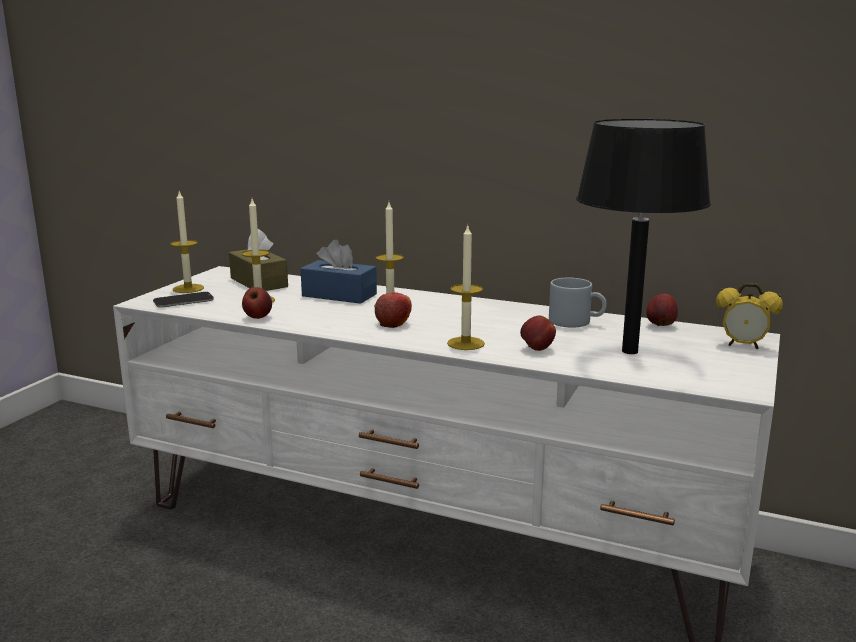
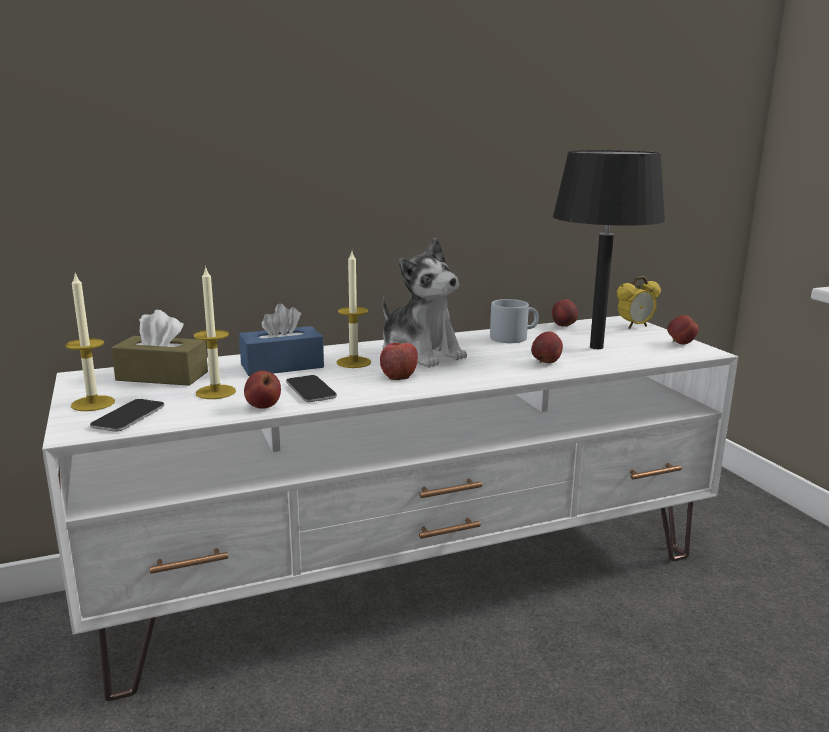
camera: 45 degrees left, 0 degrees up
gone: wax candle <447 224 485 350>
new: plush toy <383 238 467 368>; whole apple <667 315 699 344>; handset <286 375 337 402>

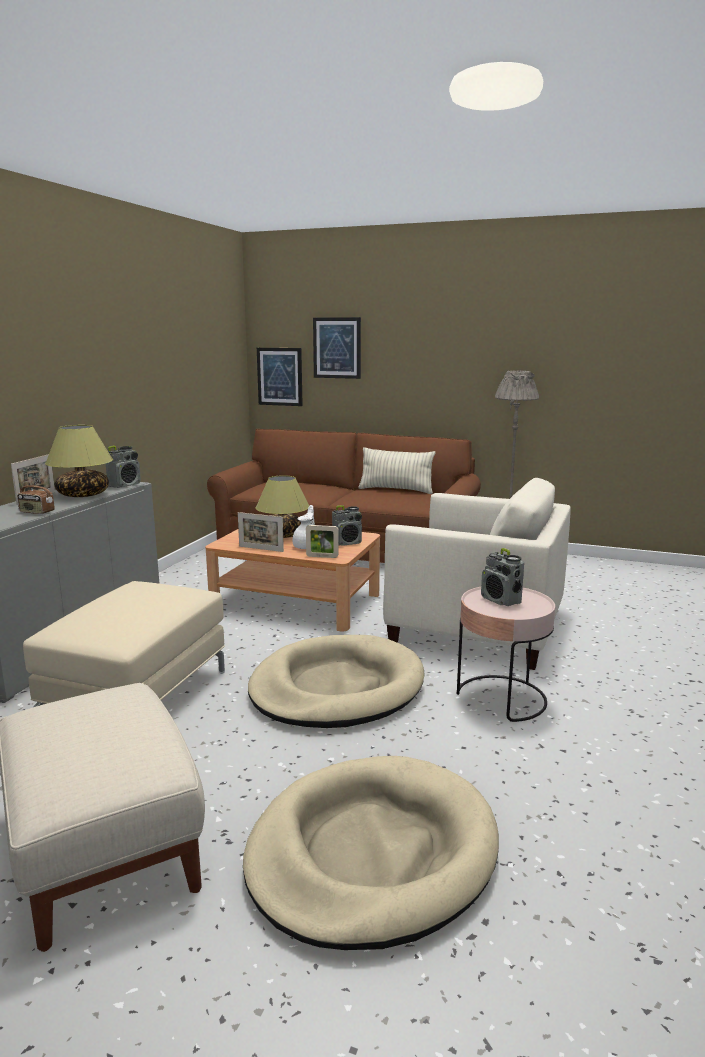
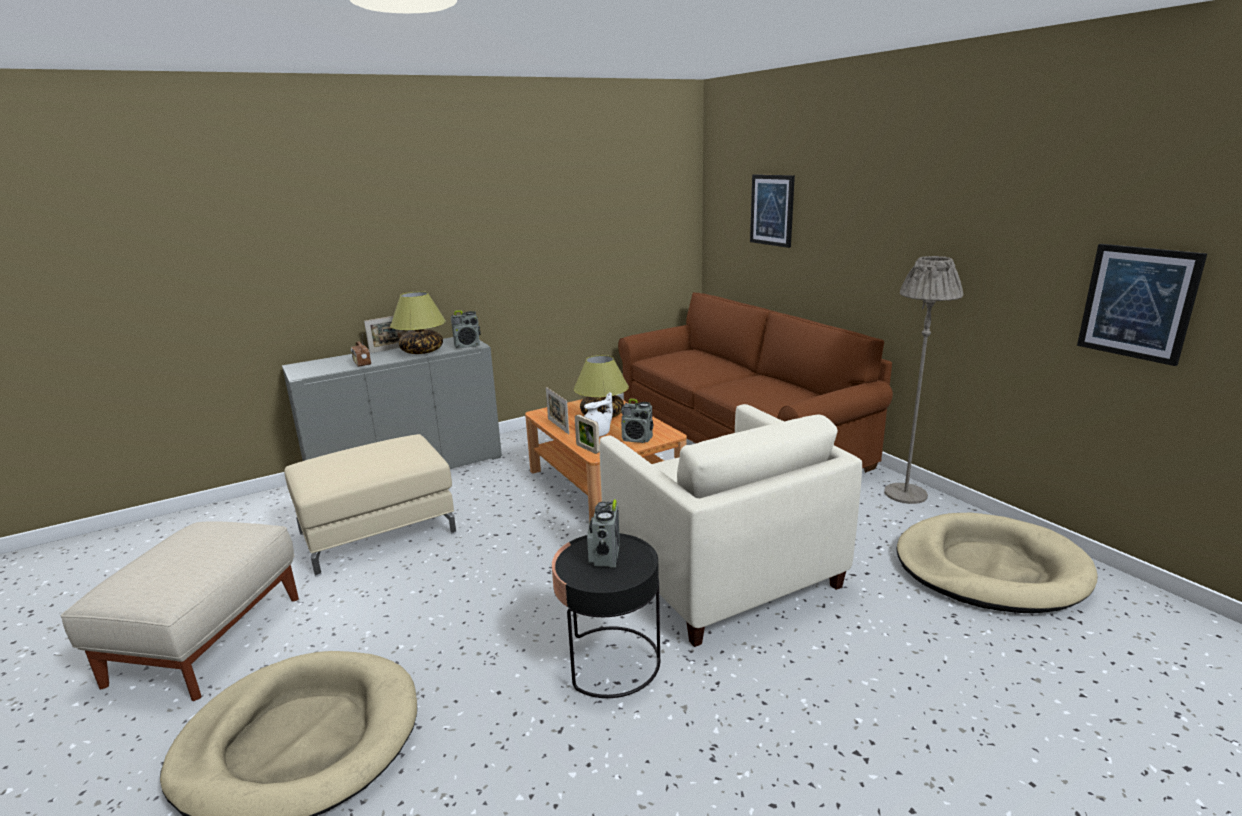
camera: 40 degrees right, 5 degrees up
gone: cushion <358 447 436 494>
shifted: wall art <257 348 303 406> to <1077 244 1207 366>; beige dog bed <248 635 425 728> to <896 513 1098 614>
repainted: pink accent table <457 587 555 722> to black-coloured accent table <552 533 660 698>

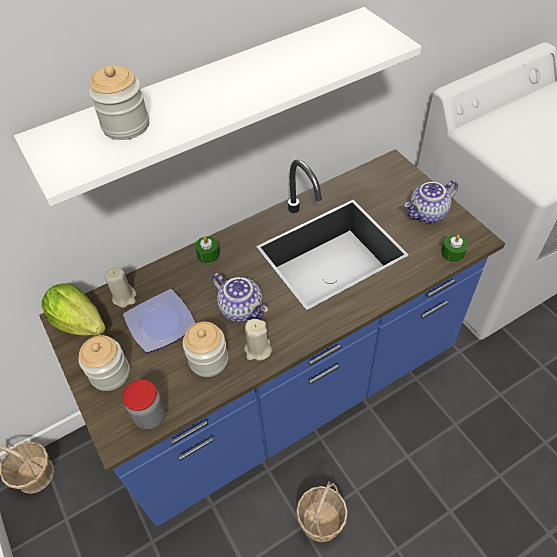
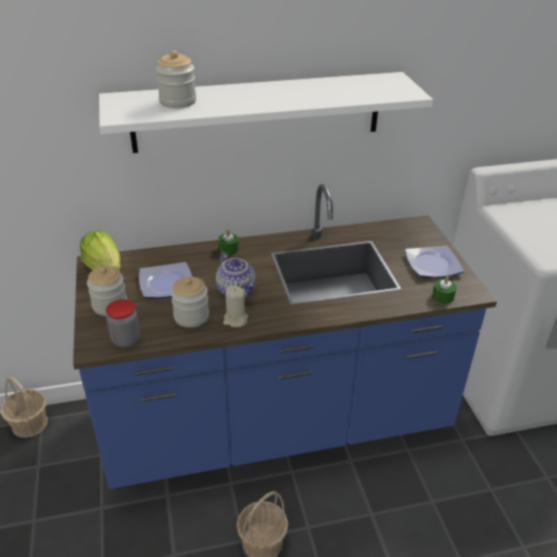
camera: 15 degrees right, 15 degrees down
gone: beige wax candle <105 266 136 308>
swapped: teapot <404 180 458 223> to dinner plate <405 245 464 278>

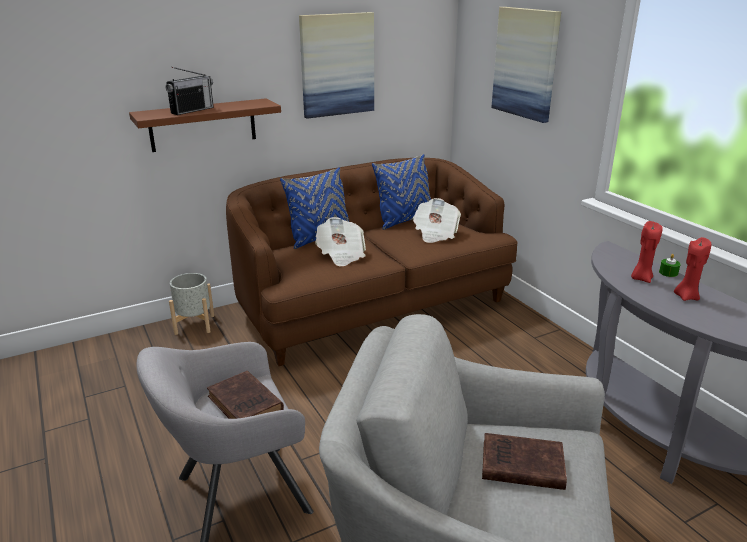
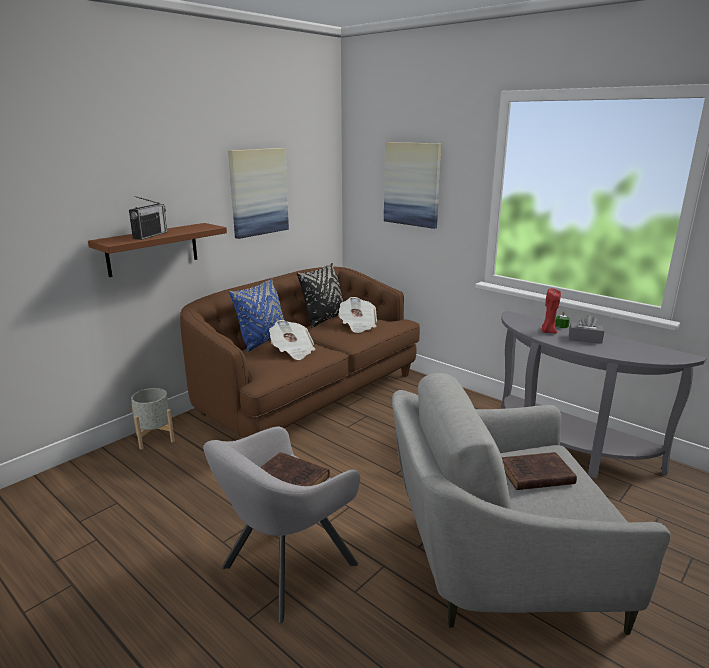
camera: 20 degrees left, 5 degrees down
swapped: red-coloured wax candle <674 237 712 301> to grey box of tissues <569 315 604 344>
repainted: blue cushion <372 154 431 230> to black-coloured cushion <297 263 343 328>

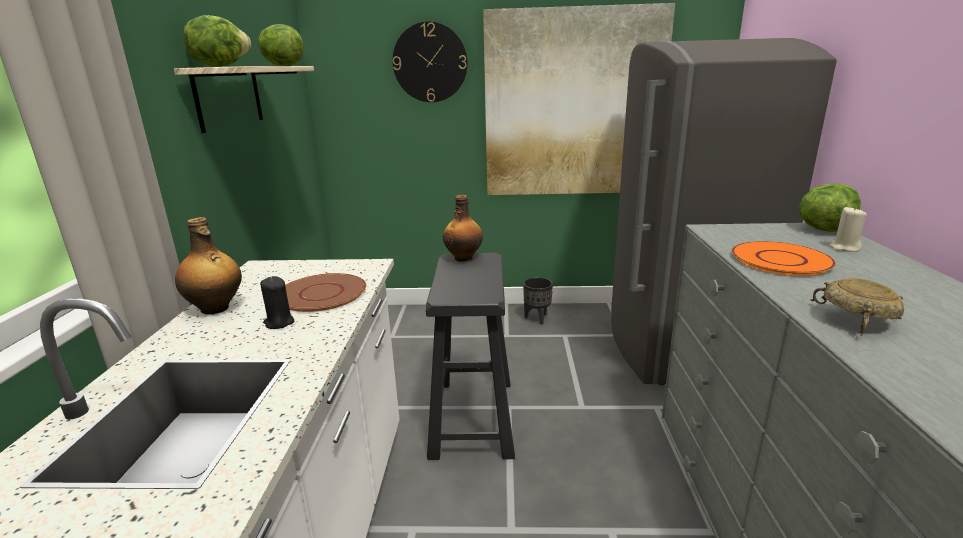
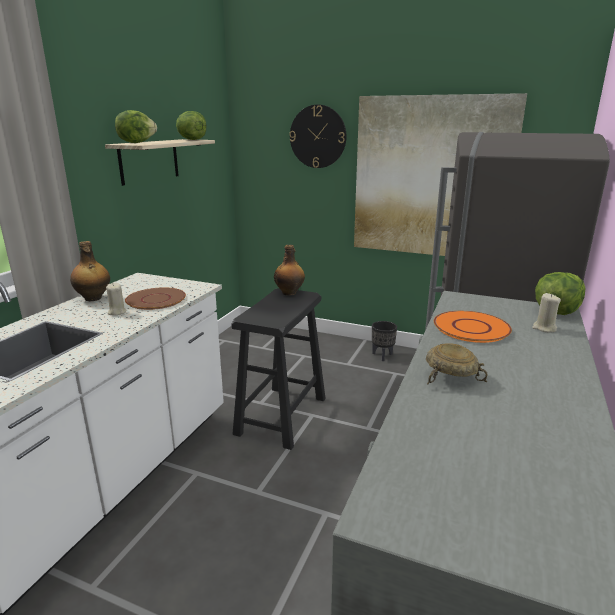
camera: 20 degrees right, 0 degrees up
repainted: black-coloured wax candle <260 276 294 329> to beige wax candle <106 283 126 315>

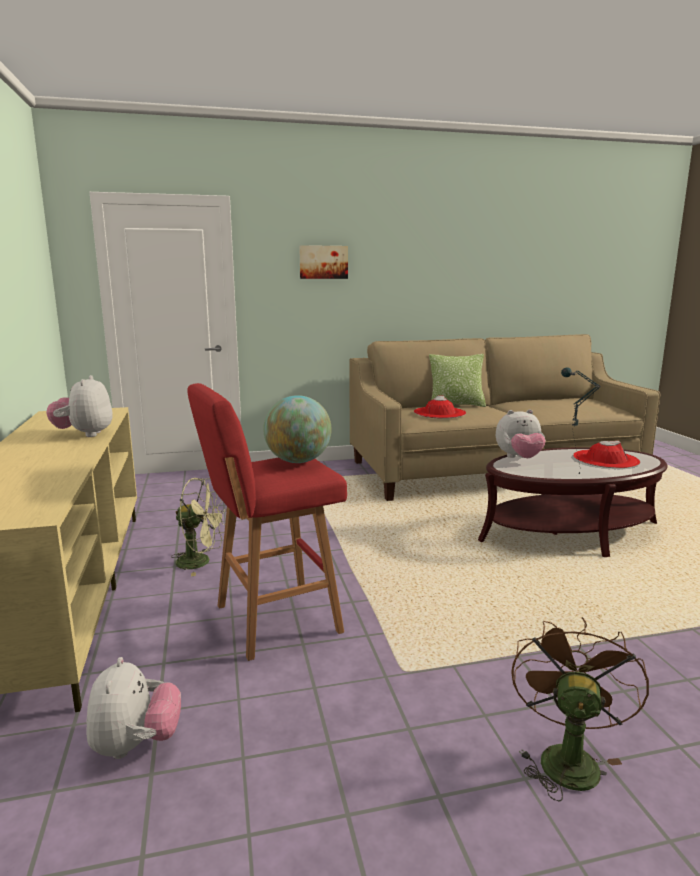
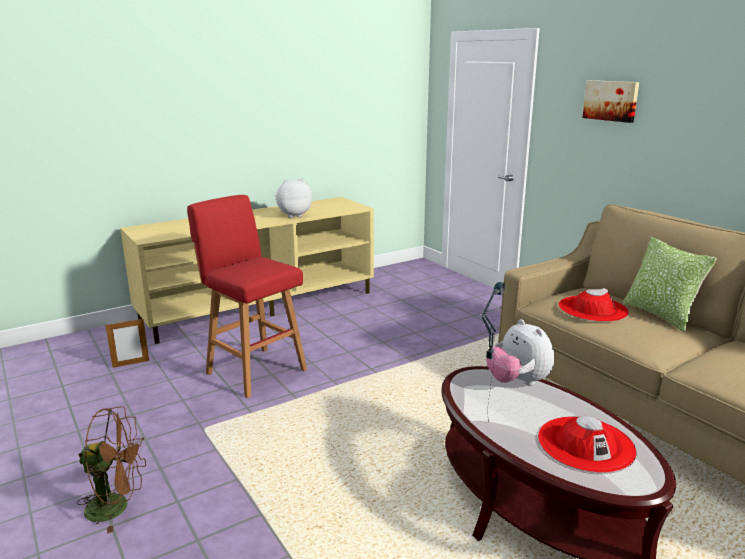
camera: 70 degrees right, 5 degrees up
gone: desk globe <263 395 332 463>; green-coloured fan <171 478 227 577>
swapped: plush toy <86 657 181 759> to photo frame <106 318 149 368>

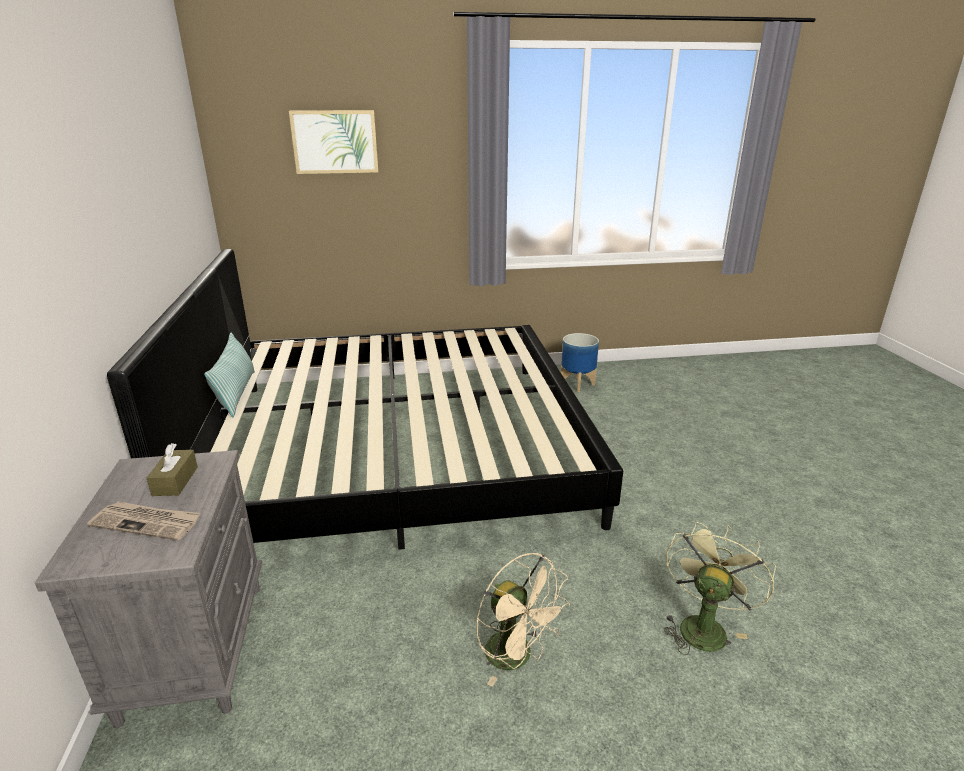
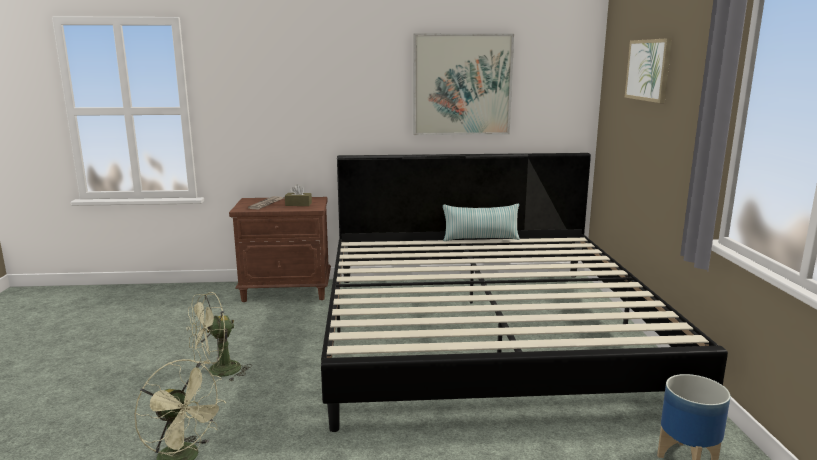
camera: 95 degrees right, 10 degrees down
new: wall art <413 34 514 135>
repainted: grey night table <35 450 263 728> to brown night table <229 197 331 302>; beige fan <476 553 570 687> to green-coloured fan <186 292 252 382>

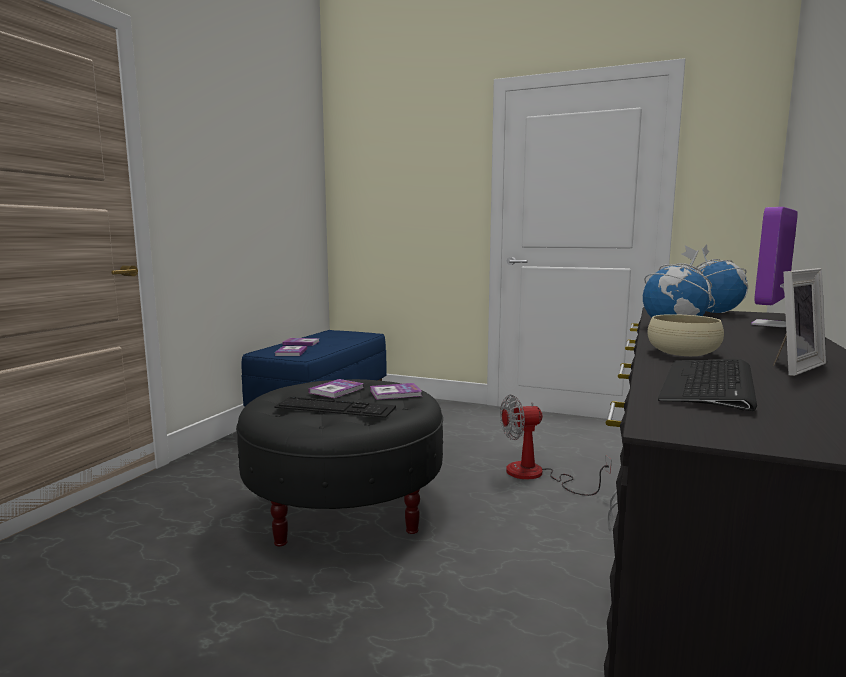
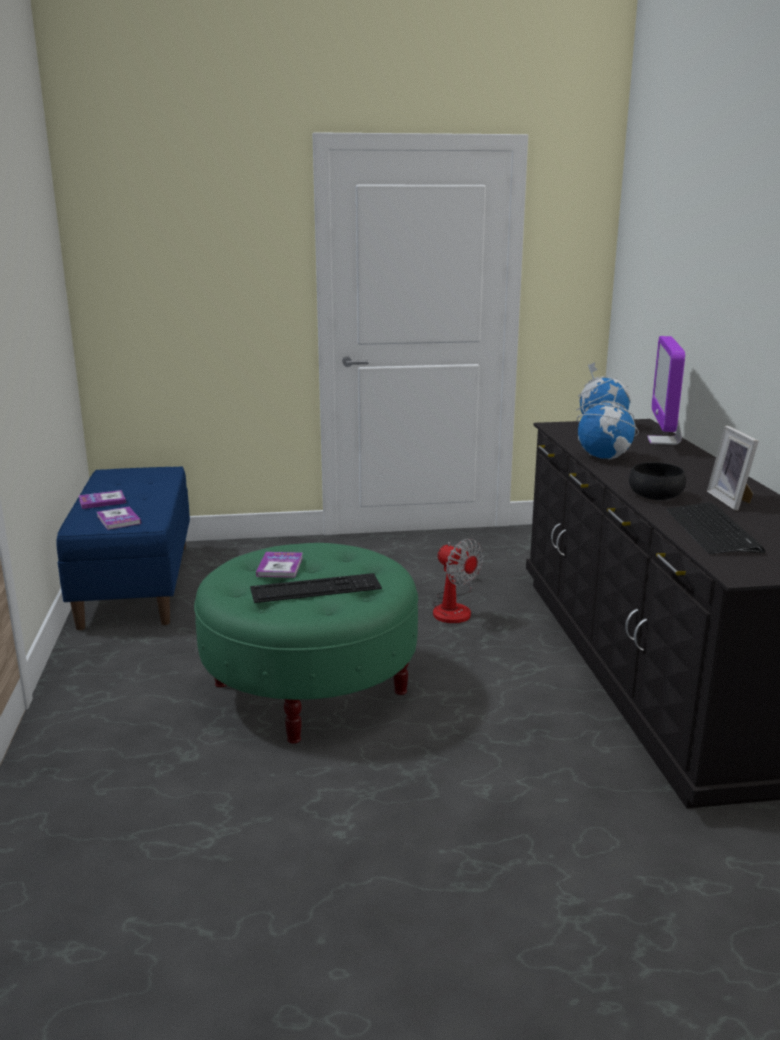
camera: 30 degrees left, 10 degrees up
gone: book <370 383 422 400>
repainted: beige bowl <648 314 724 356> to black-coloured bowl <629 462 686 500>; black-coloured ottoman <236 379 443 547> to green-coloured ottoman <194 543 418 744>
rotated: photo frame <773 268 826 376> = <707 426 759 511> 150 degrees clockwise; fan <500 395 612 496> = <432 539 483 623> 90 degrees counterclockwise

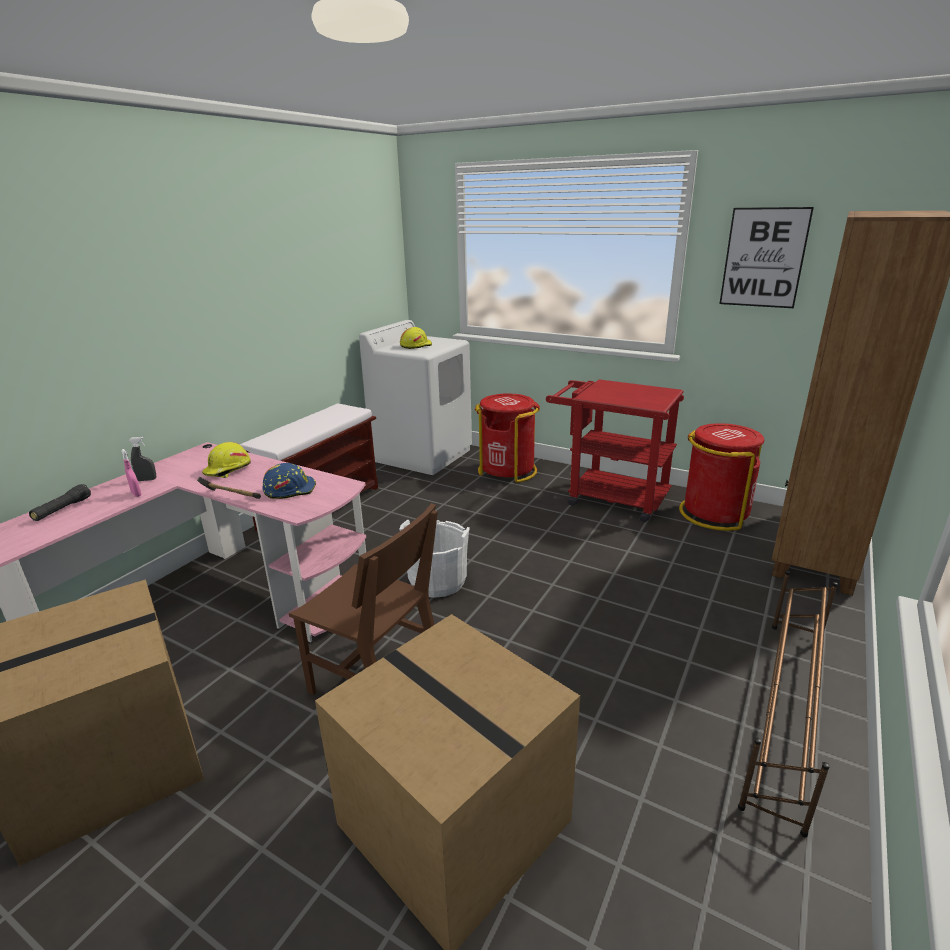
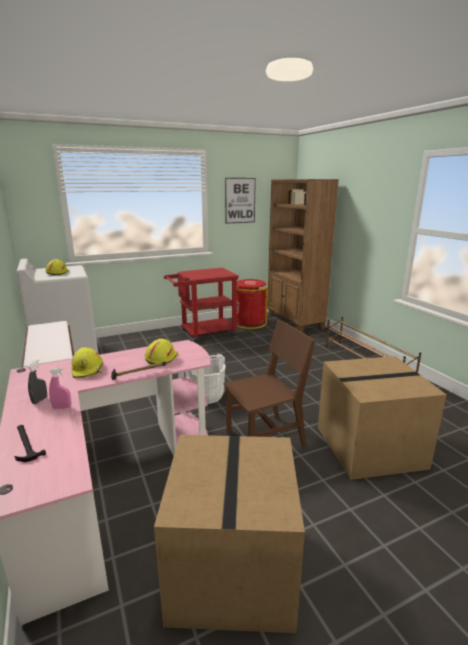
camera: 55 degrees left, 5 degrees down
gone: red-coloured waste bin <475 394 540 483>
swapped: black-coloured torch <29 484 91 521> to tool hammer <15 425 46 462>
repainted: blue hard hat <262 463 316 499> to yellow hard hat <145 339 178 364>

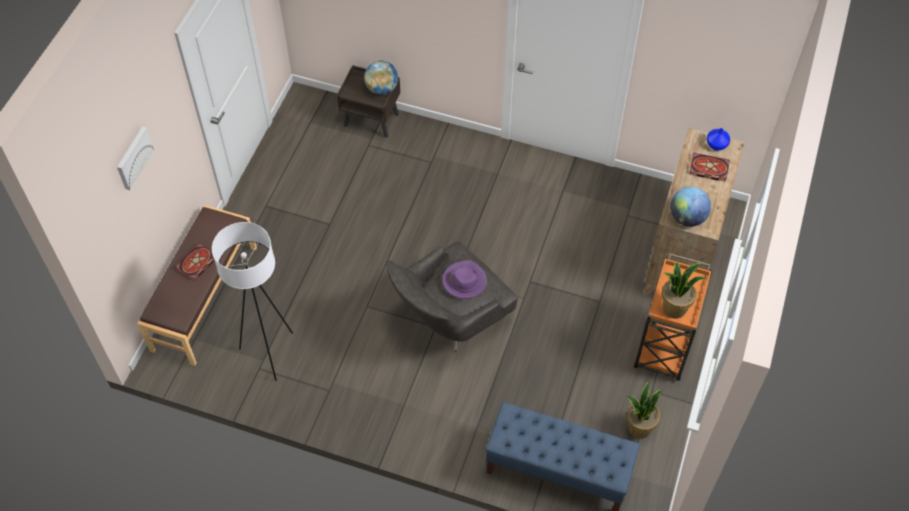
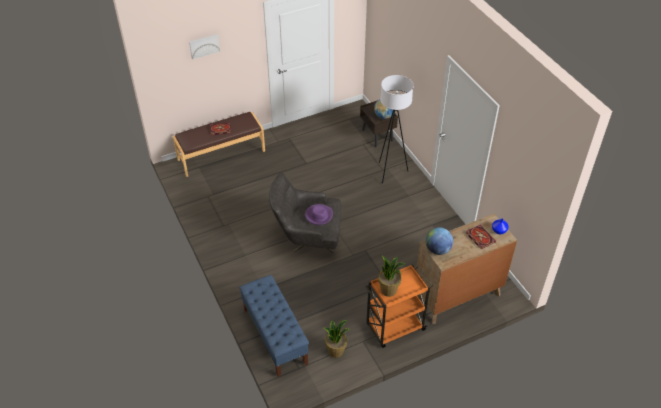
camera: 45 degrees right, 10 degrees down
shifted: whitish standing lamp <212 222 293 381> to <379 75 414 184>

